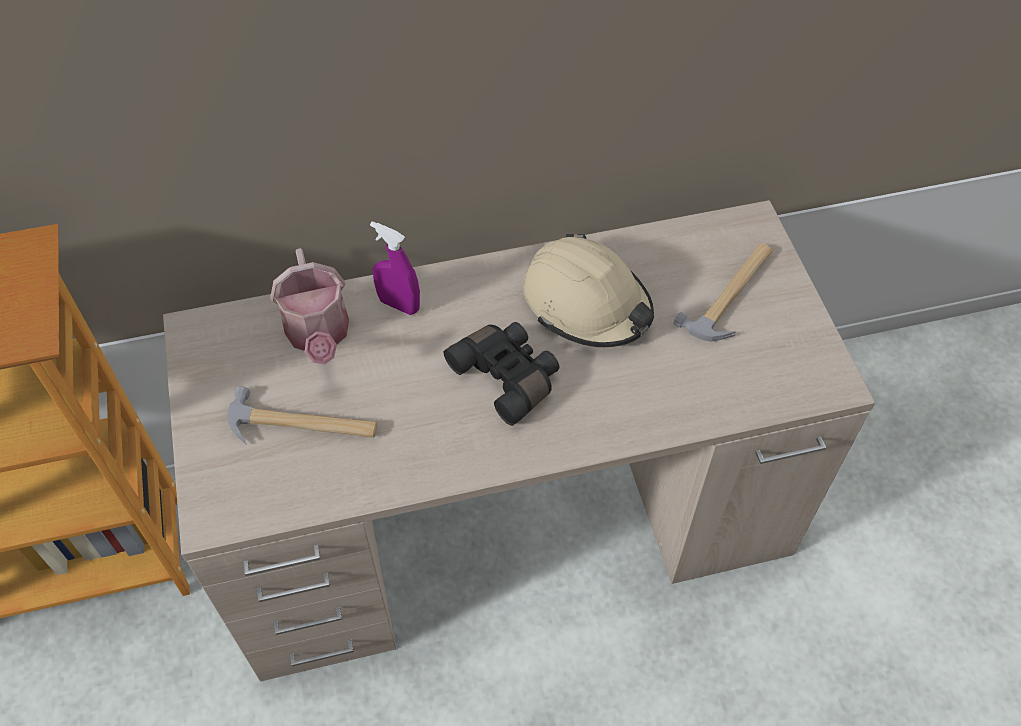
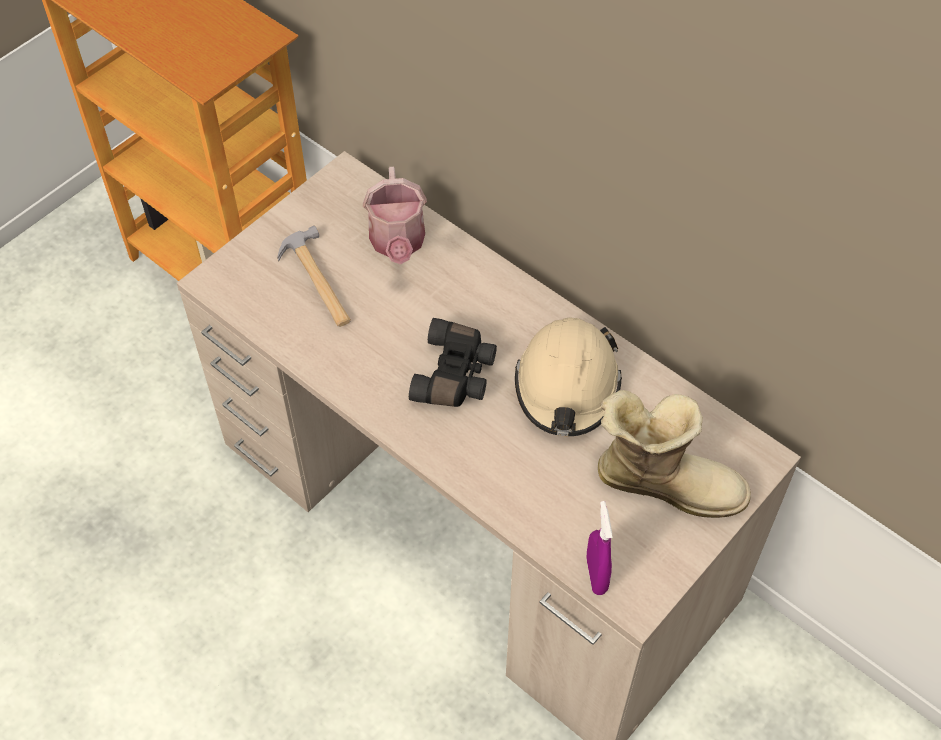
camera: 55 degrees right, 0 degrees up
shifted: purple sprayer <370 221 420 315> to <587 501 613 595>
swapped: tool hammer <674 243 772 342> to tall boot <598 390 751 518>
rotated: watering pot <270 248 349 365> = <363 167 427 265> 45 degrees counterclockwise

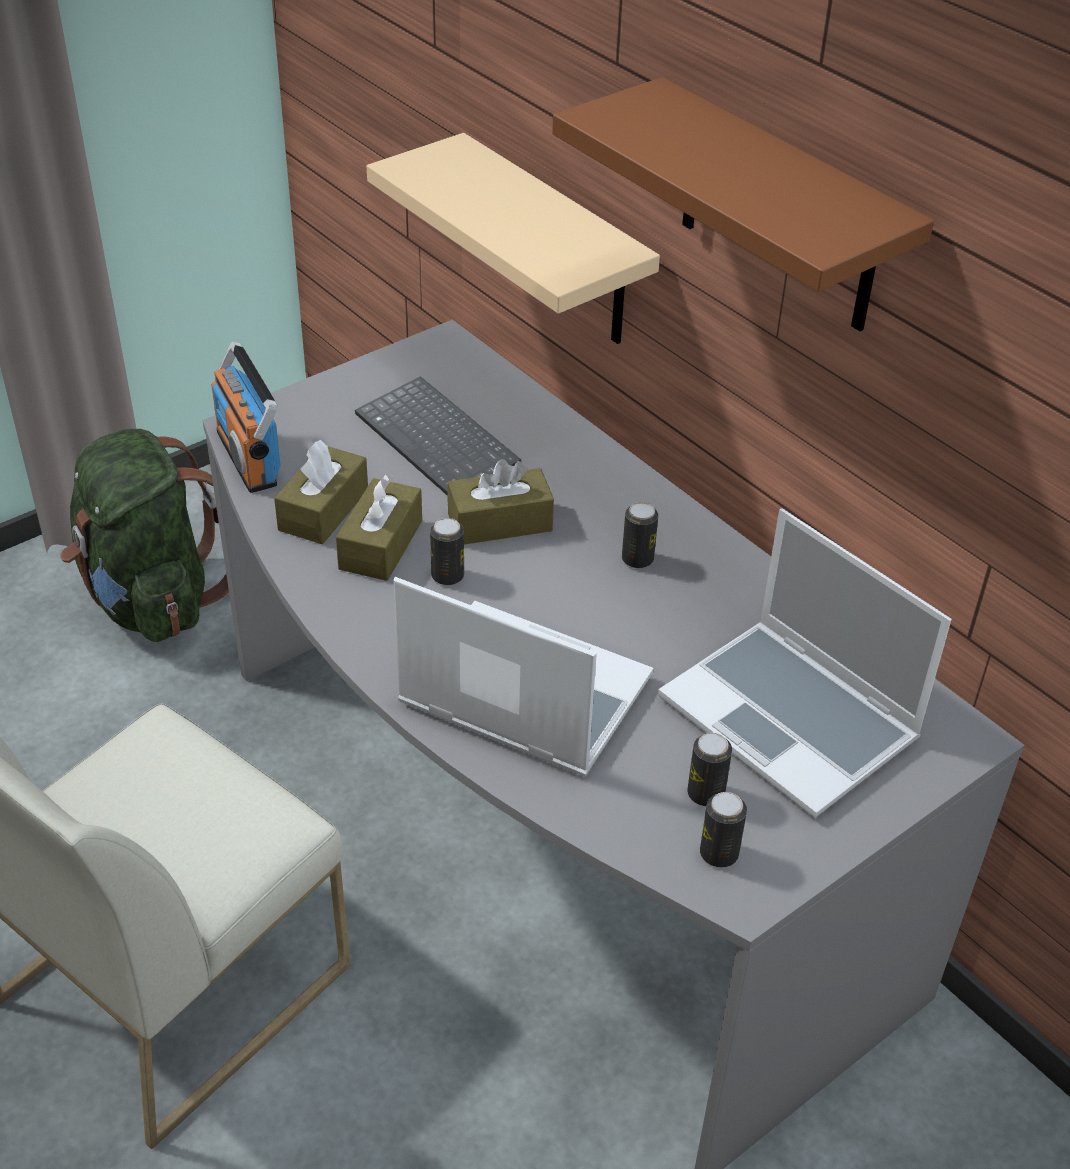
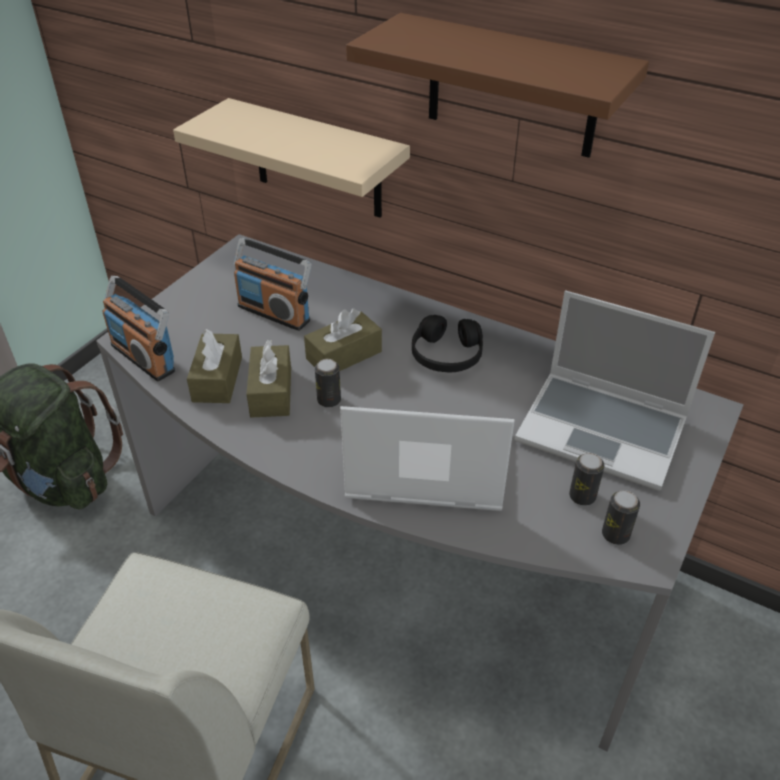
camera: 20 degrees left, 0 degrees up
swapped: keyboard <355 376 521 495> to radio set <234 238 312 331>; can <622 502 658 568> to black-coloured headset <412 315 483 372>

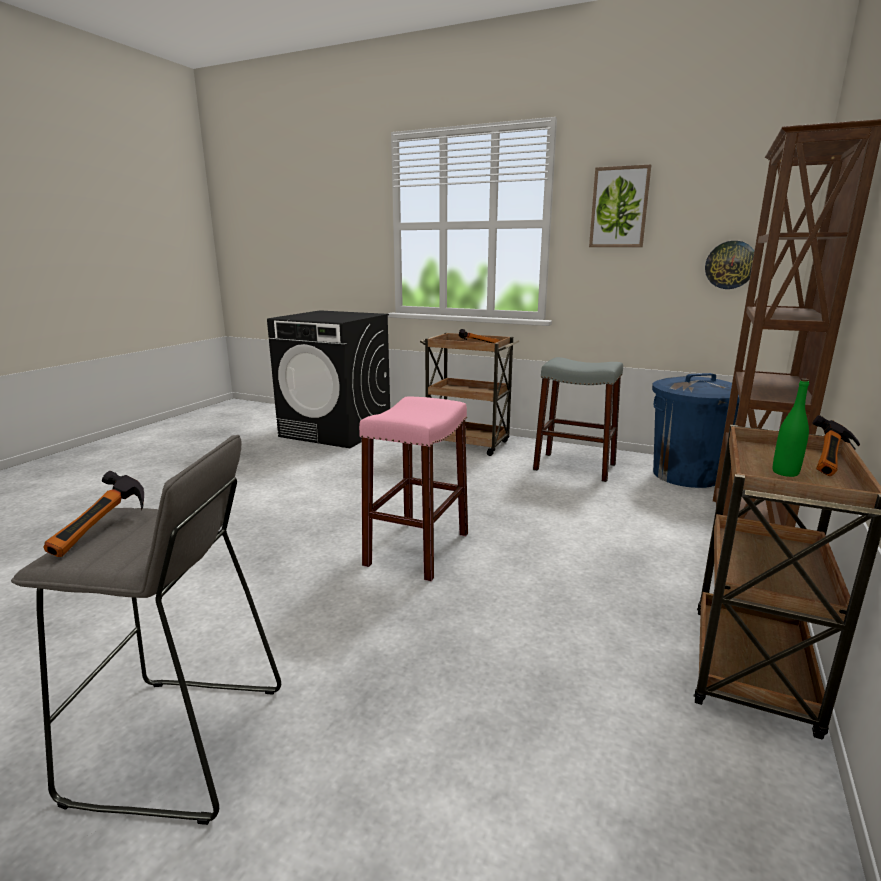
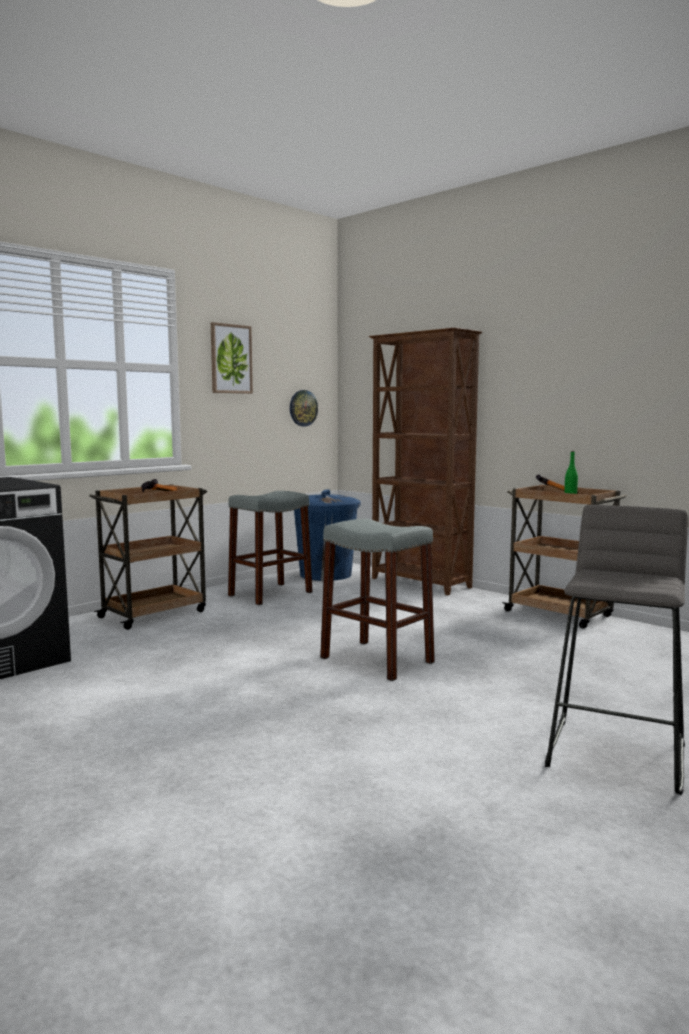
camera: 70 degrees left, 10 degrees down
gone: tool hammer <43 471 144 557>
repainted: pink sitting stool <359 396 468 581> to grey sitting stool <320 519 435 681>

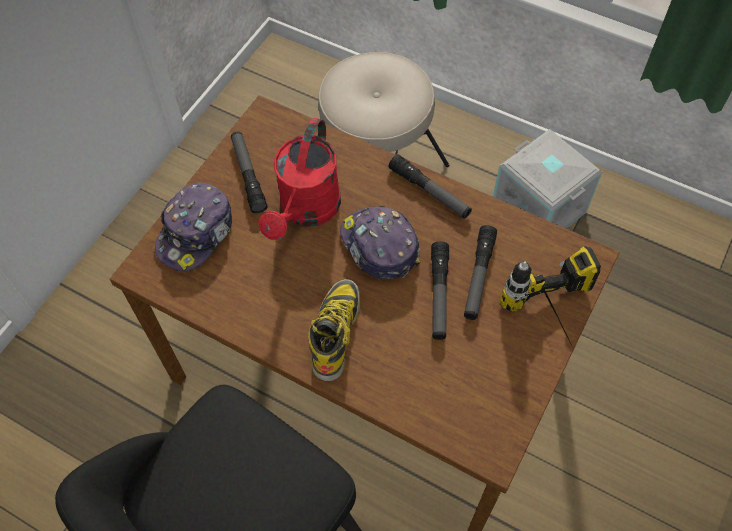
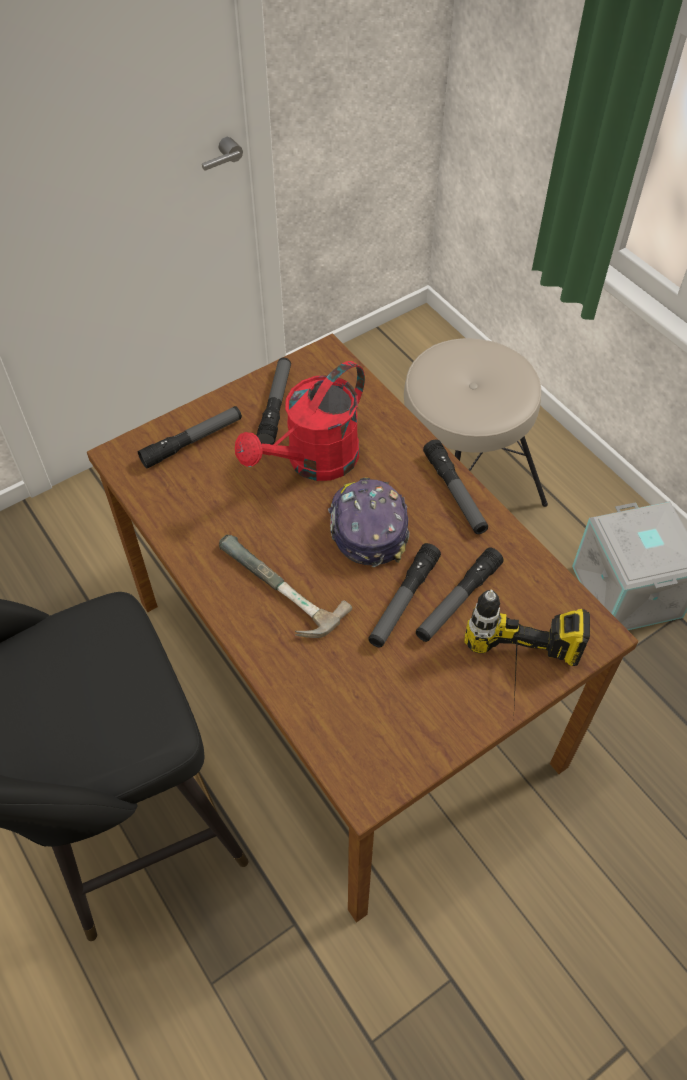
camera: 25 degrees right, 5 degrees down
swapped: baseball cap <155 182 232 271> to torch <138 406 242 468>; tall boot <308 279 360 381> to tool hammer <219 535 352 638>

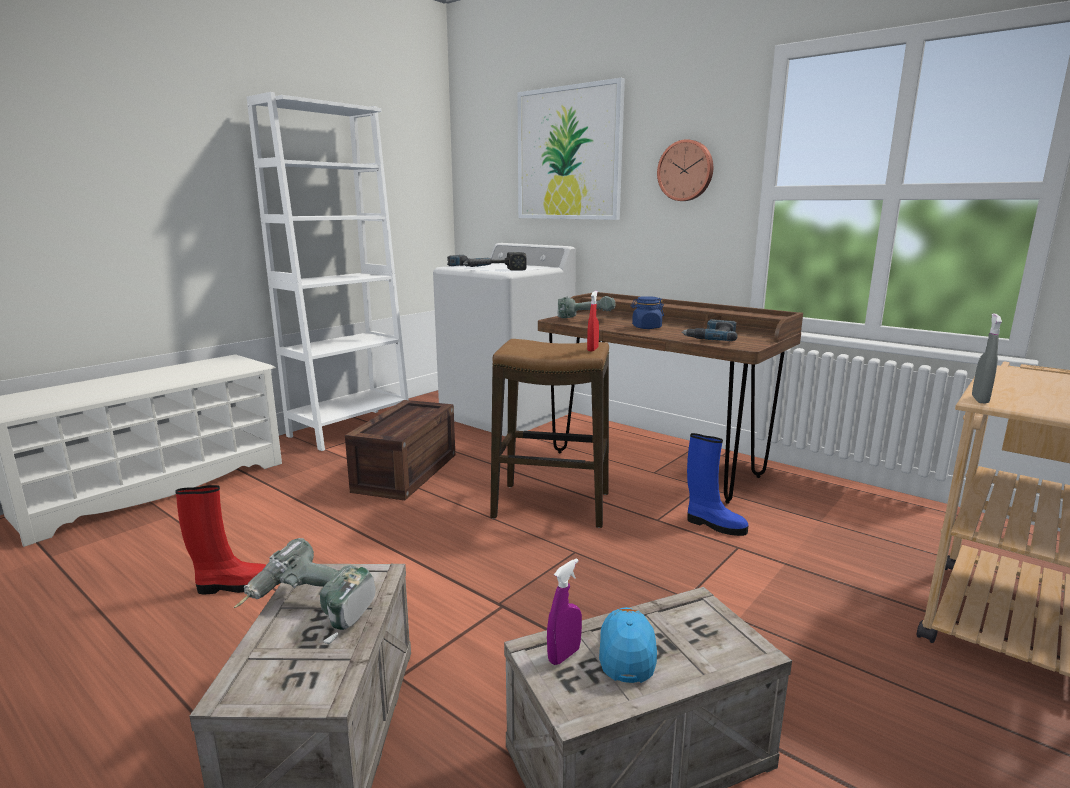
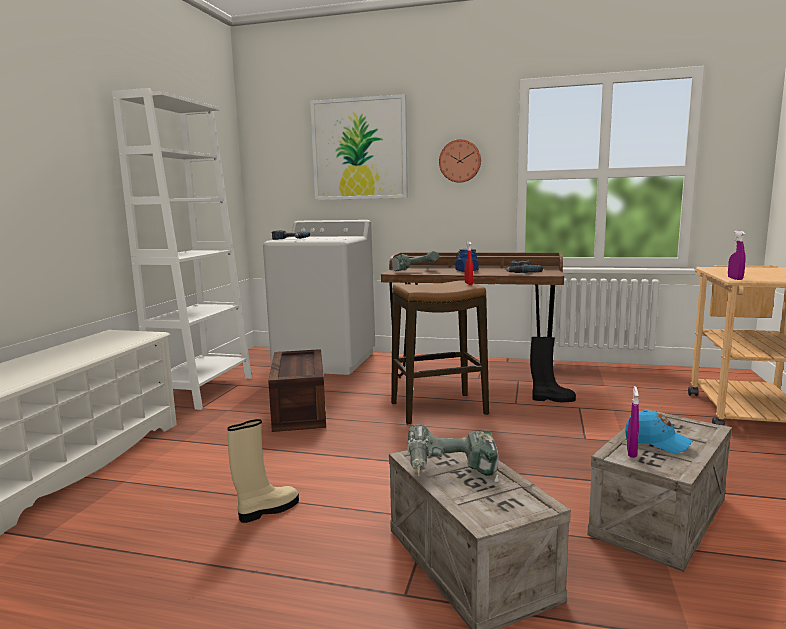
camera: 25 degrees left, 5 degrees down
gone: tool hammer <466 252 527 271>
repainted: grey sprayer <972 313 1002 404> to purple sprayer <728 231 746 280>; blue tall boot <687 433 748 536> to black-coloured tall boot <530 337 576 402>; red-coloured tall boot <175 485 266 594> to beige tall boot <227 419 299 523>
rotated: blue baseball cap <599 607 657 683> = <625 410 693 453> 150 degrees clockwise

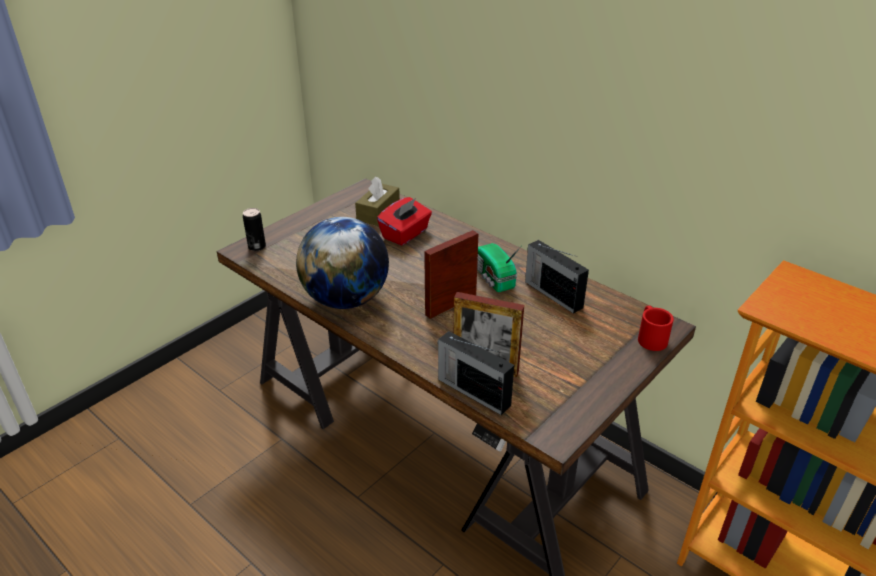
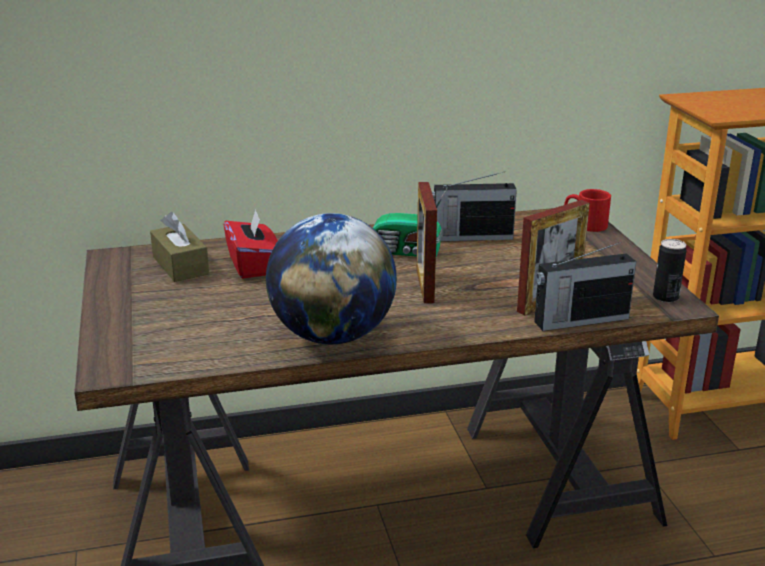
camera: 55 degrees left, 10 degrees down
shifted: can <243 208 266 251> to <653 239 686 303>

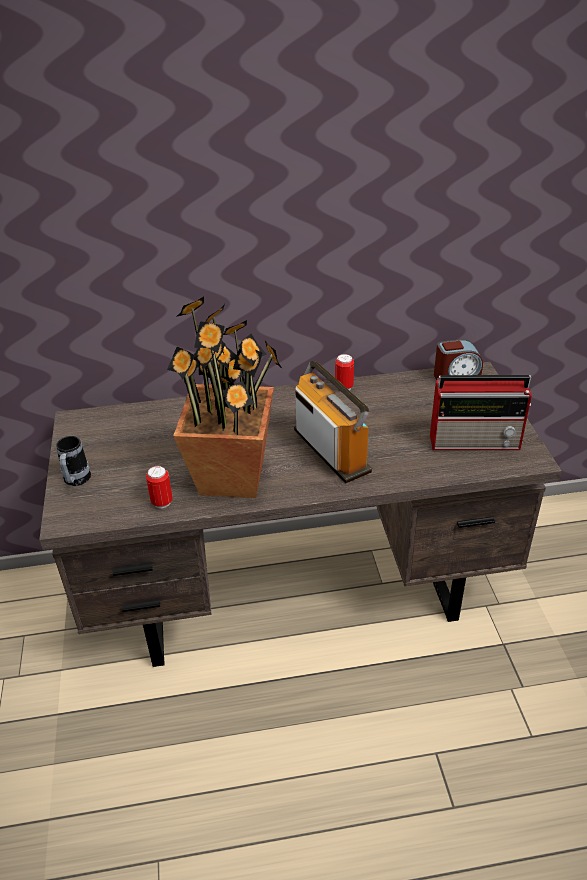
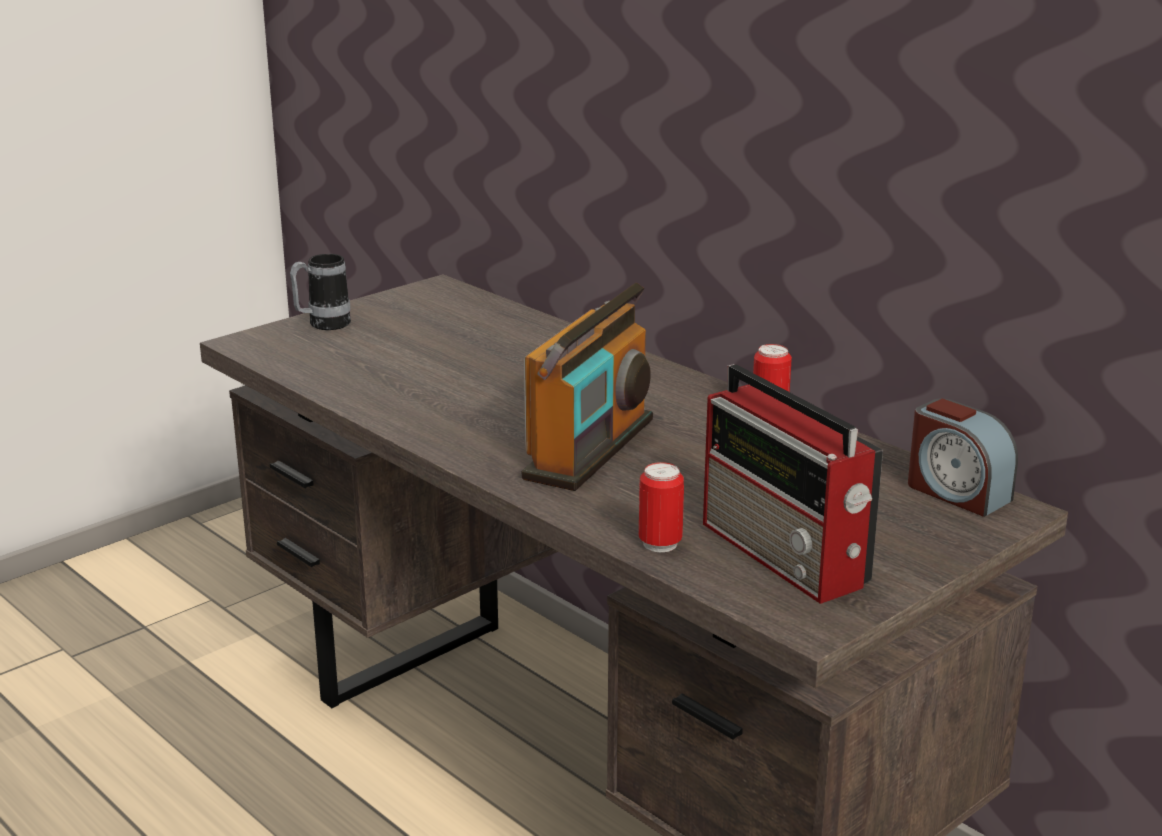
camera: 55 degrees right, 15 degrees down
gone: potted plant <167 297 282 498>
shifted: can <146 466 173 508> to <639 462 684 552>

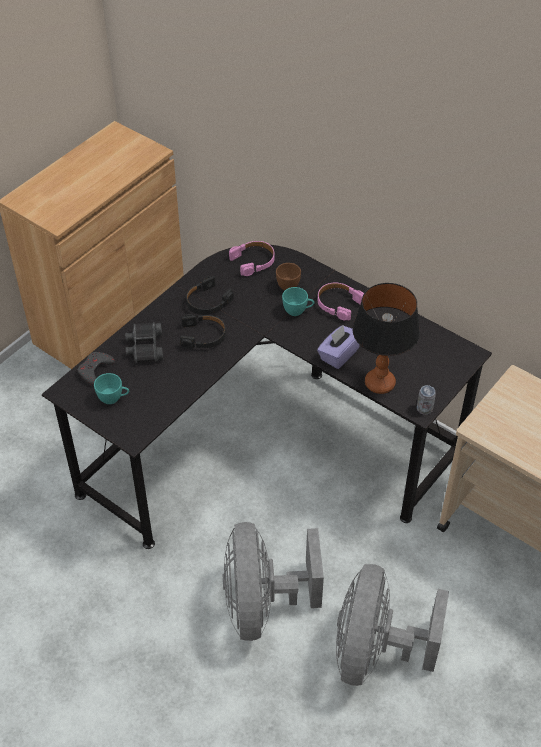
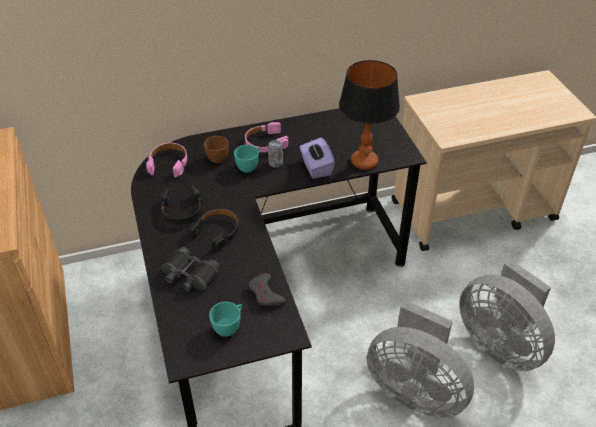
camera: 55 degrees left, 5 degrees down
shifted: grey gamepad <78 352 115 385> to <249 273 286 307>; can <417 385 436 415> to <268 140 283 168>

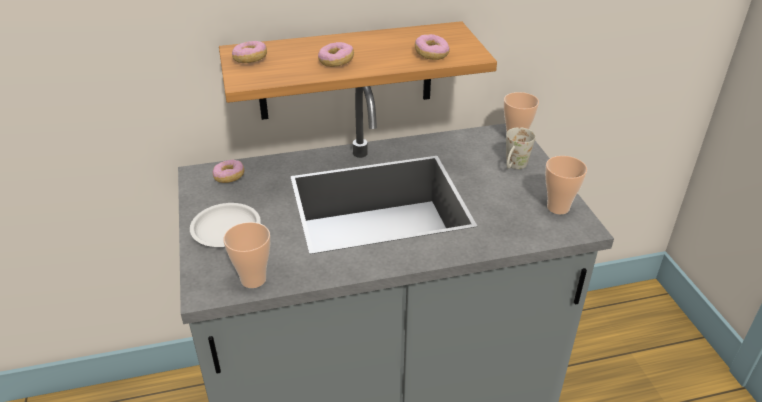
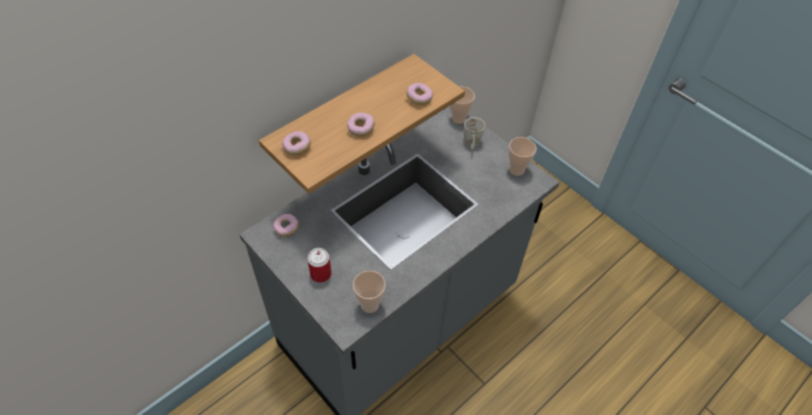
camera: 30 degrees left, 15 degrees up
swapped: whitish dinner plate <190 203 261 247> to can <307 248 331 283>

